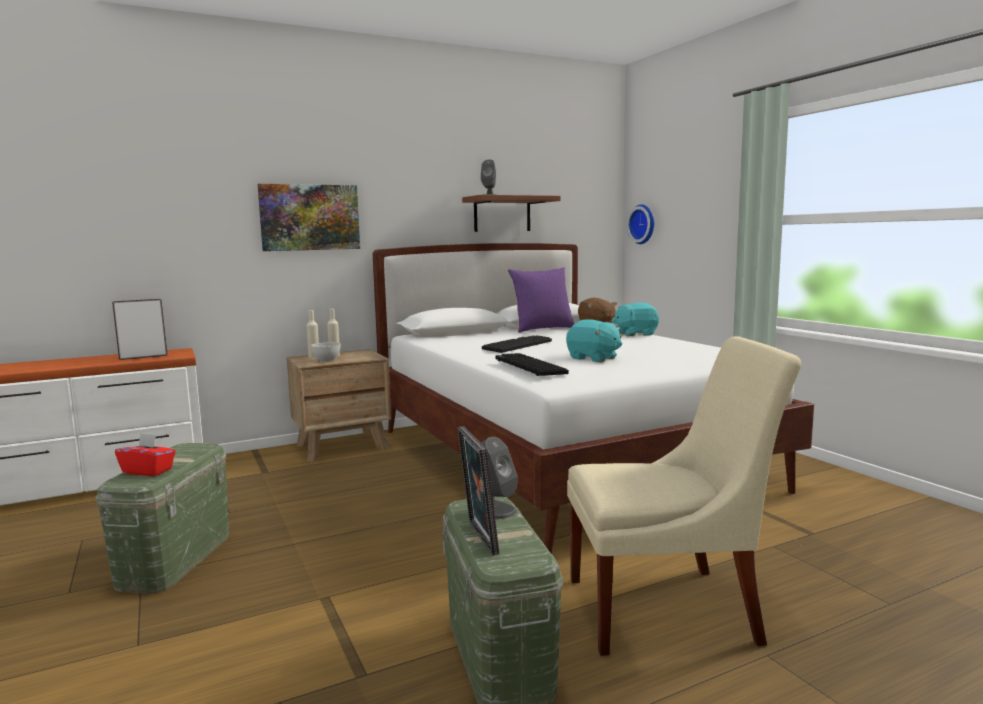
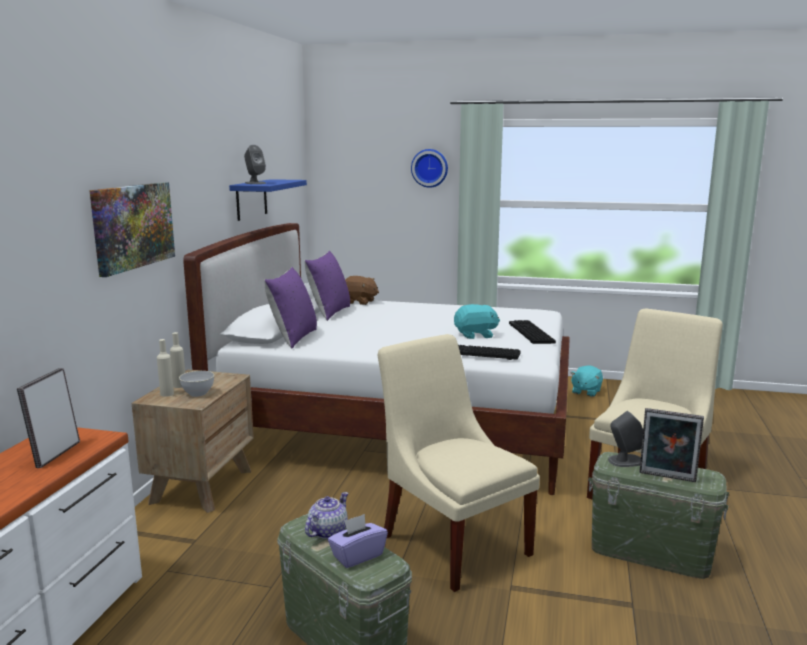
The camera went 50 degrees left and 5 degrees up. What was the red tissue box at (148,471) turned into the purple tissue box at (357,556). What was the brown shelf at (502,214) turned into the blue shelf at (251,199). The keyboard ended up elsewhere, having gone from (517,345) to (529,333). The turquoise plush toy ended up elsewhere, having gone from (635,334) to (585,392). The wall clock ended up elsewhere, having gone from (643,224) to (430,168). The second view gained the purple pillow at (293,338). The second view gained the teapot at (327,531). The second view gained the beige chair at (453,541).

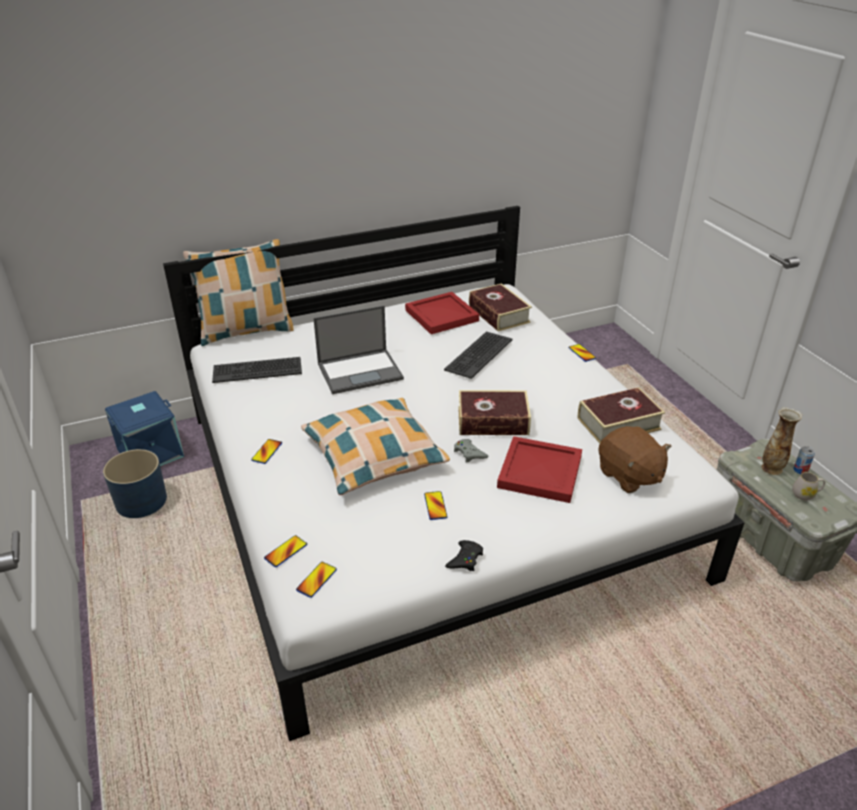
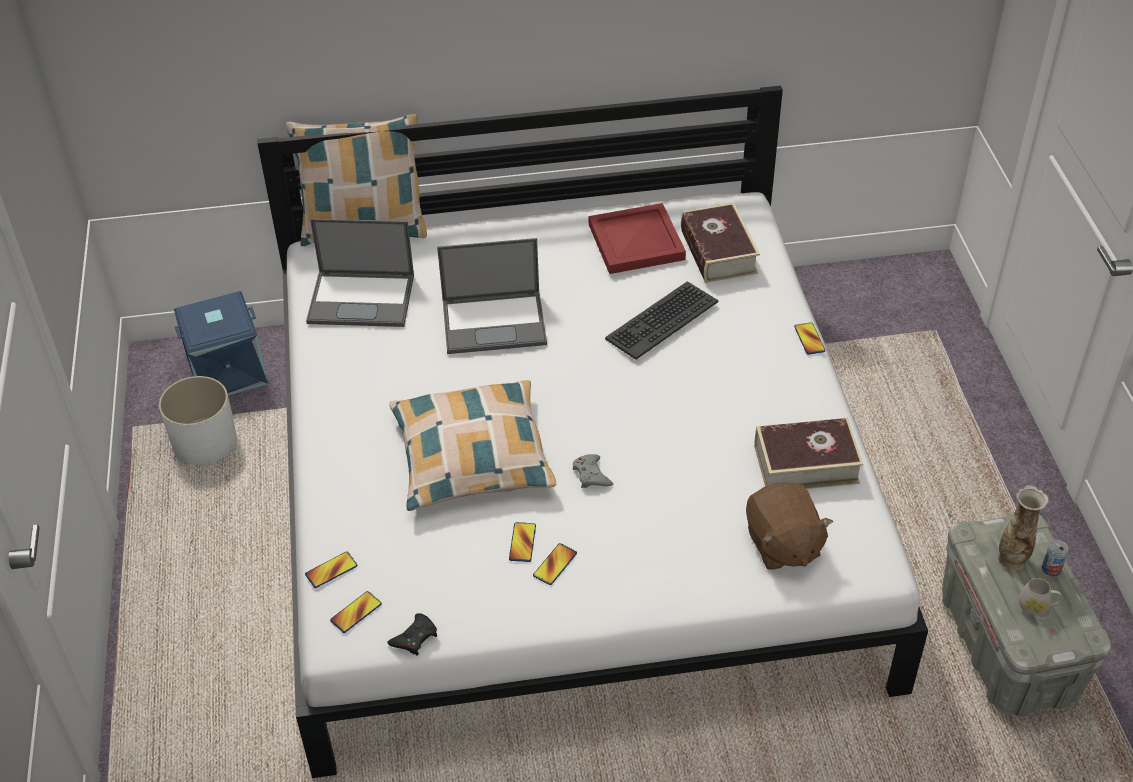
The camera went 15 degrees right and 10 degrees up. What was the blue planter at (141,501) turned into the white planter at (204,441). Where the keyboard stood at (257,370), the laptop came to stand at (363,299). The phone ended up elsewhere, having gone from (267,452) to (555,565). The black game controller ended up elsewhere, having gone from (465,559) to (415,638). The second view lost the book at (493,421). The second view lost the red tray at (541,473).

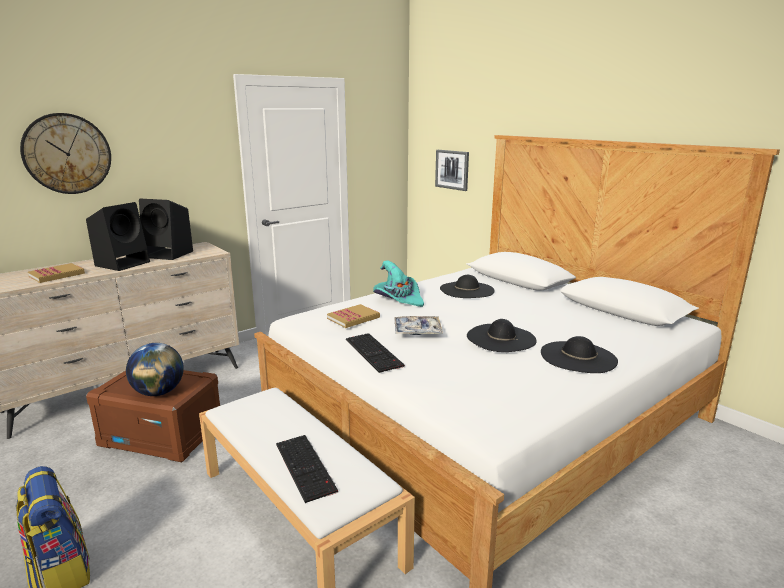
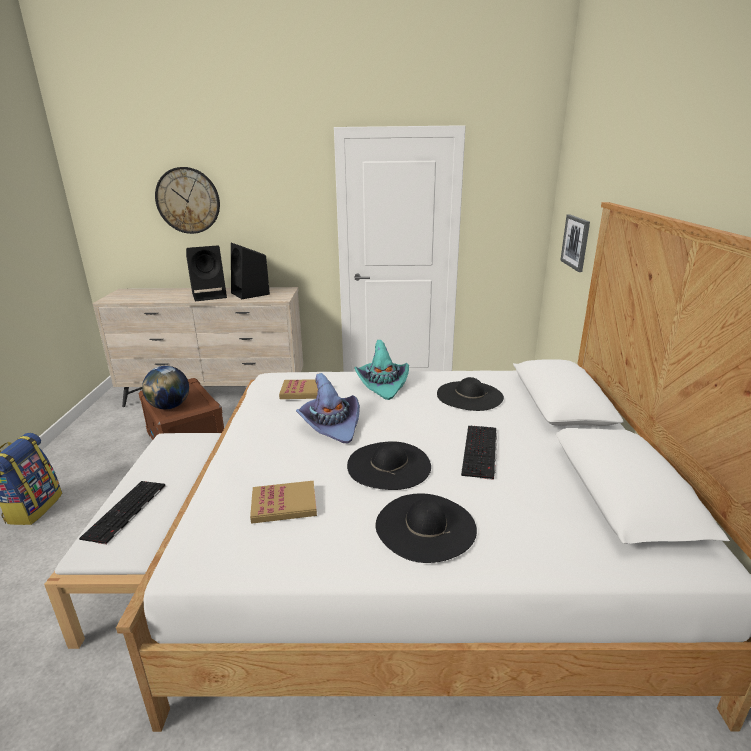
The camera went 40 degrees right and 5 degrees up. The book ended up elsewhere, having gone from (57,275) to (284,504). The keyboard ended up elsewhere, having gone from (375,352) to (481,452). Where the tray stood at (417,331), the purple hat came to stand at (331,424).

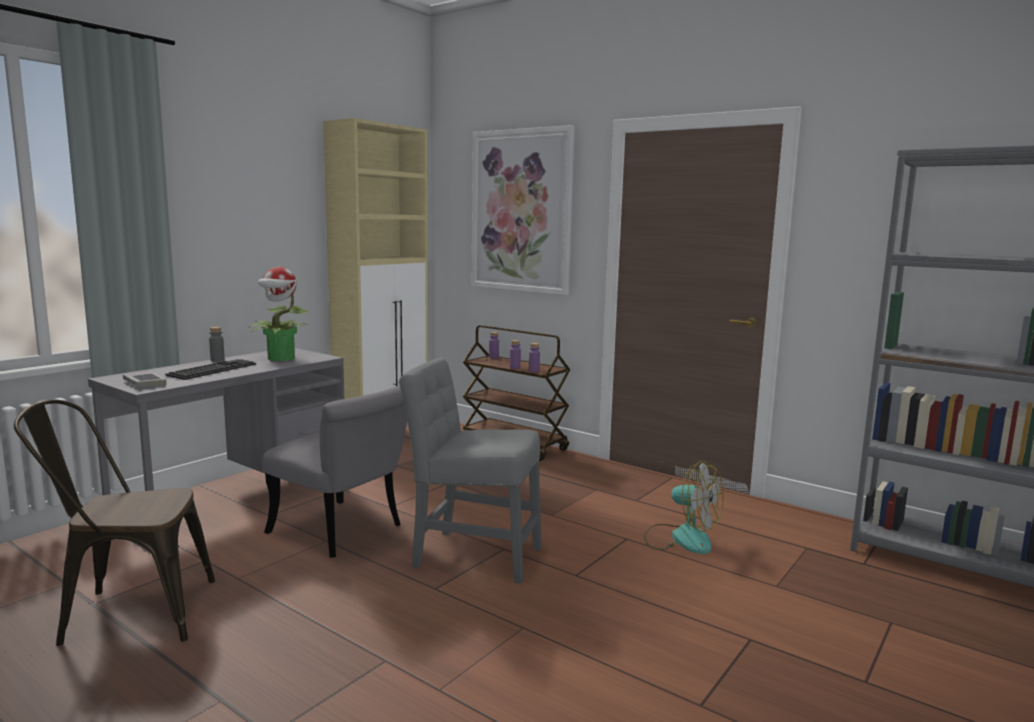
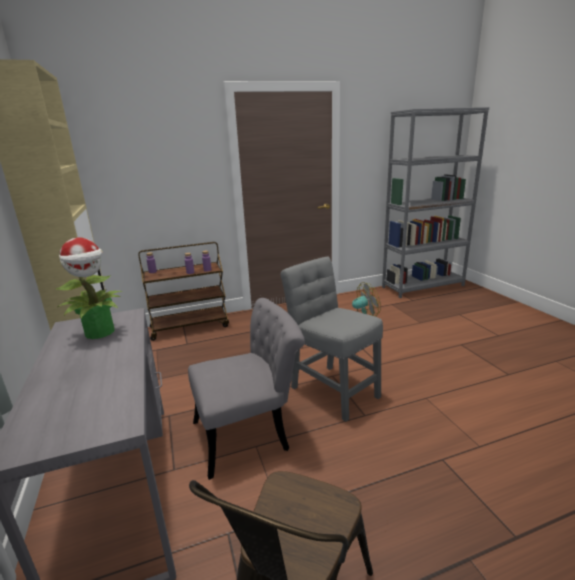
The camera went 55 degrees left and 10 degrees up. The second view lost the book at (144,383). The second view lost the keyboard at (212,369). The second view lost the grey bottle at (217,360). The grey chair at (471,555) ended up facing another way, 90 degrees clockwise from before. The second view lost the picture at (521,211).

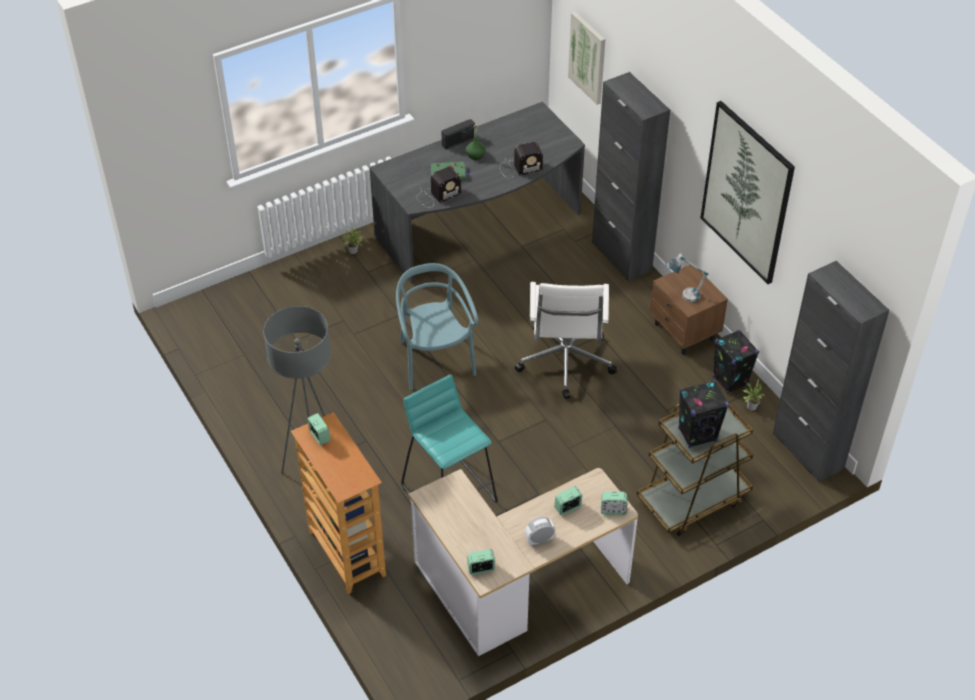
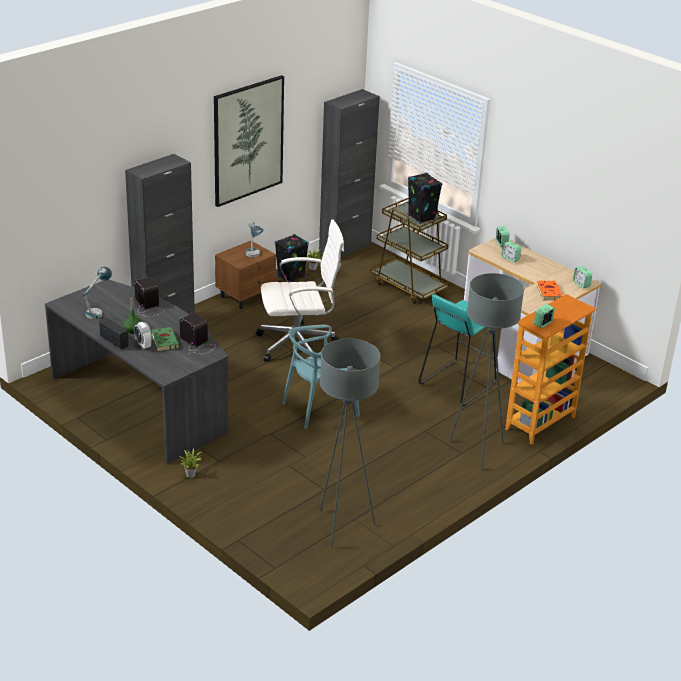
The camera went 105 degrees left and 15 degrees down. The alarm clock ended up elsewhere, having gone from (539,540) to (143,345). The second view lost the picture at (588,57). The second view gained the table lamp at (98,311). The second view gained the grey floor lamp at (341,527). The second view gained the orange book at (548,292).

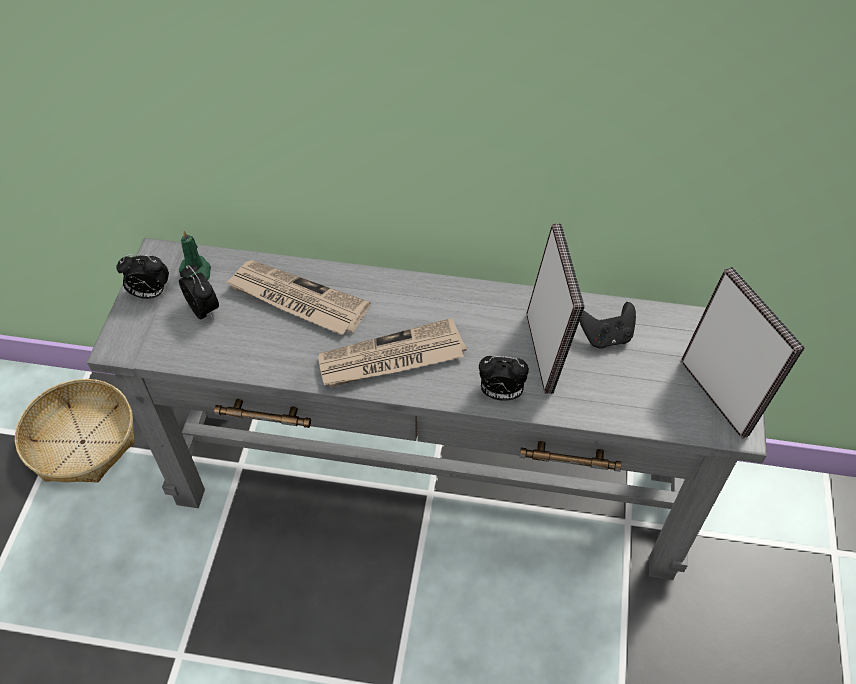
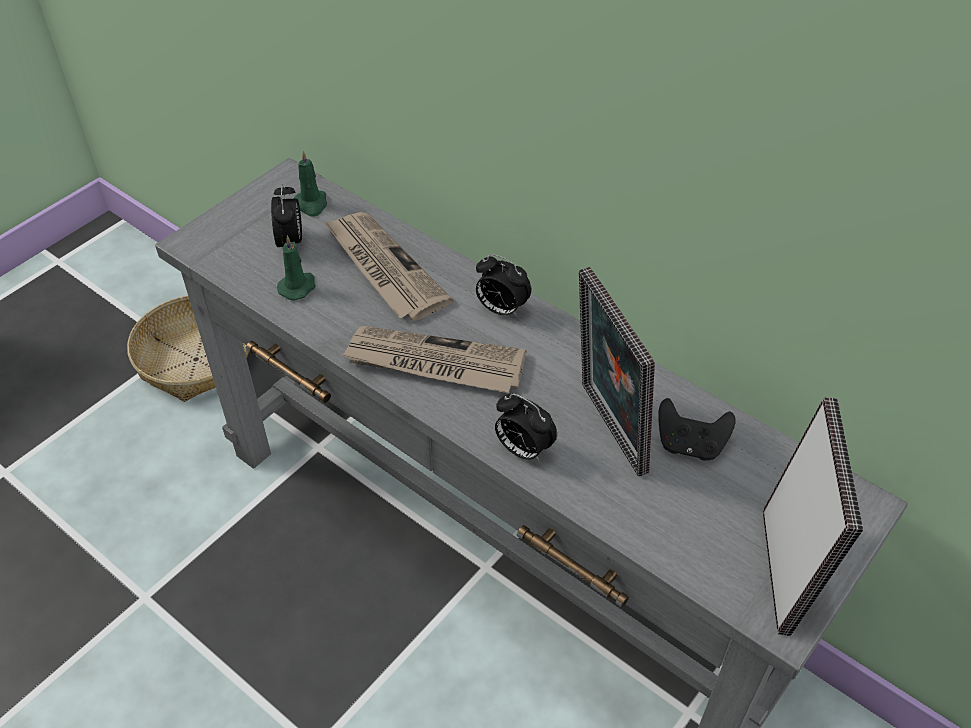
The camera went 30 degrees right and 5 degrees down. The alarm clock ended up elsewhere, having gone from (149,293) to (501,309). The picture frame at (546,352) ended up facing another way, 135 degrees clockwise from before. The second view gained the green candle at (298,287).

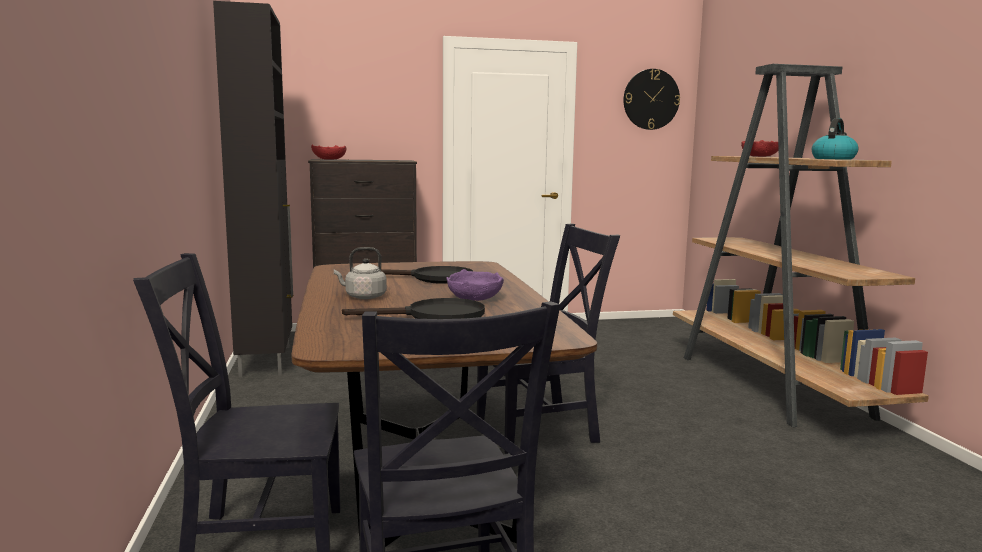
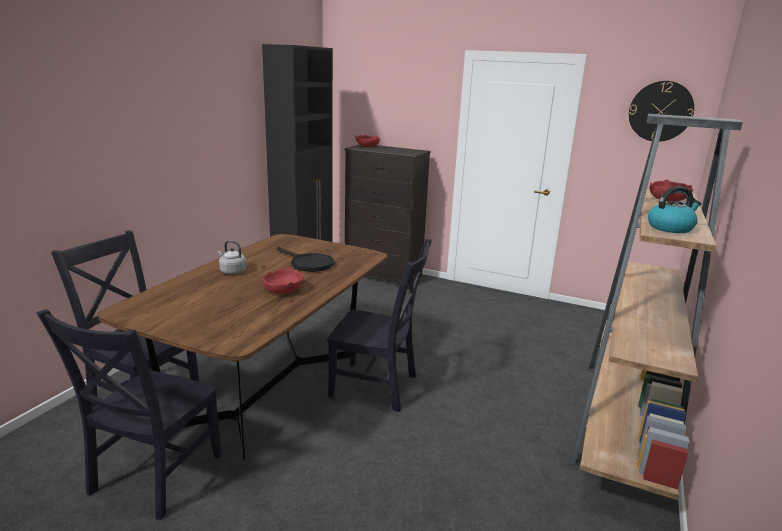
The camera went 35 degrees right and 10 degrees up. The second view lost the black frying pan at (435,316). What was the purple bowl at (474,299) turned into the red bowl at (282,290).

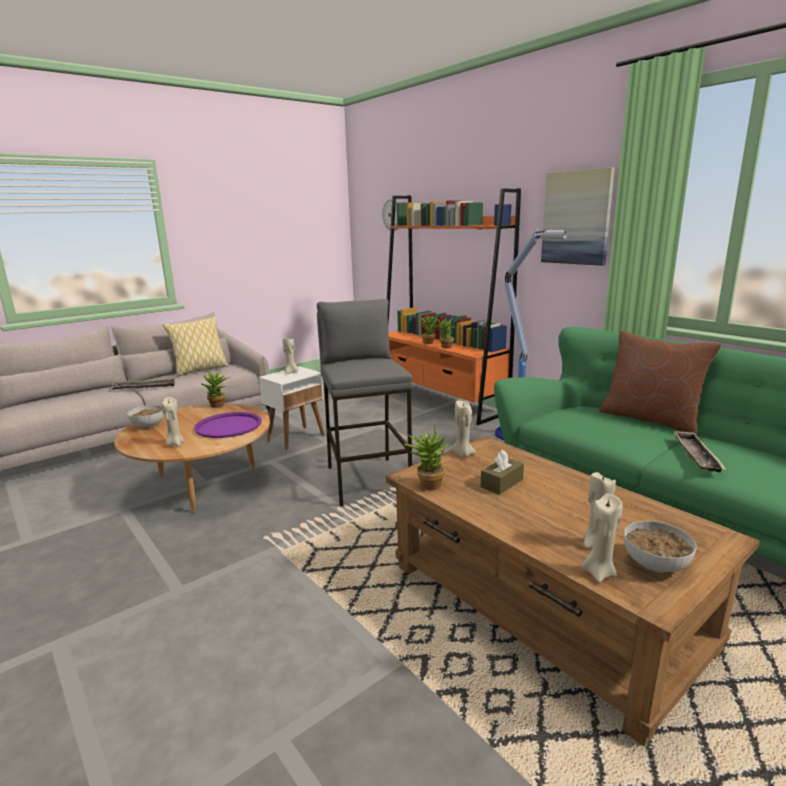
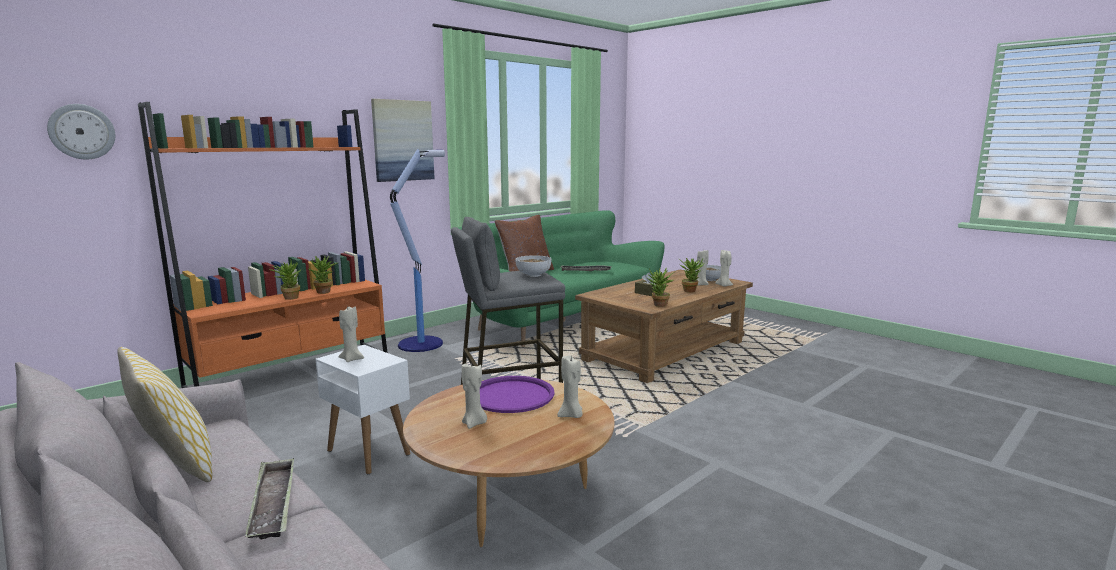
The camera went 95 degrees left and 5 degrees down. The bowl ended up elsewhere, having gone from (148,425) to (533,275). The potted plant ended up elsewhere, having gone from (218,406) to (690,290). The beige candle ended up elsewhere, having gone from (462,454) to (474,423).

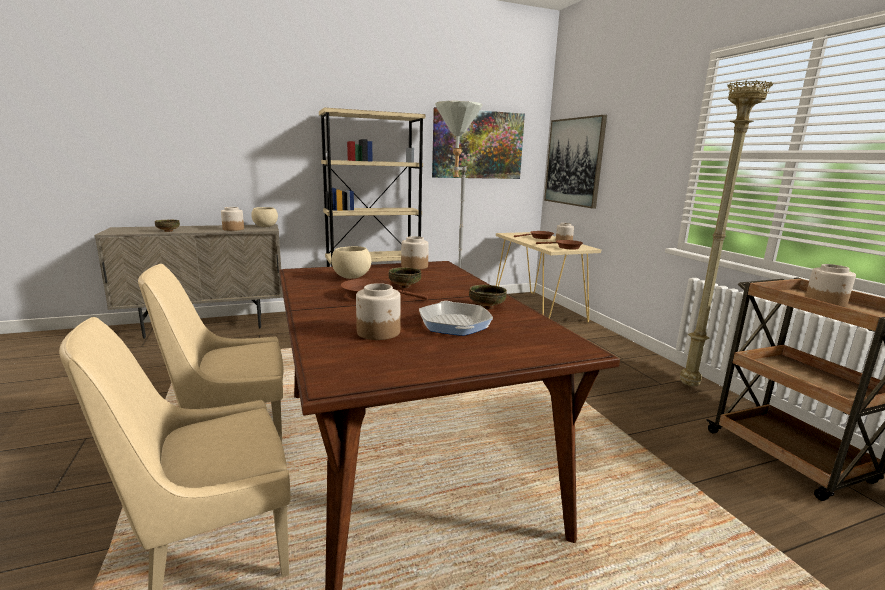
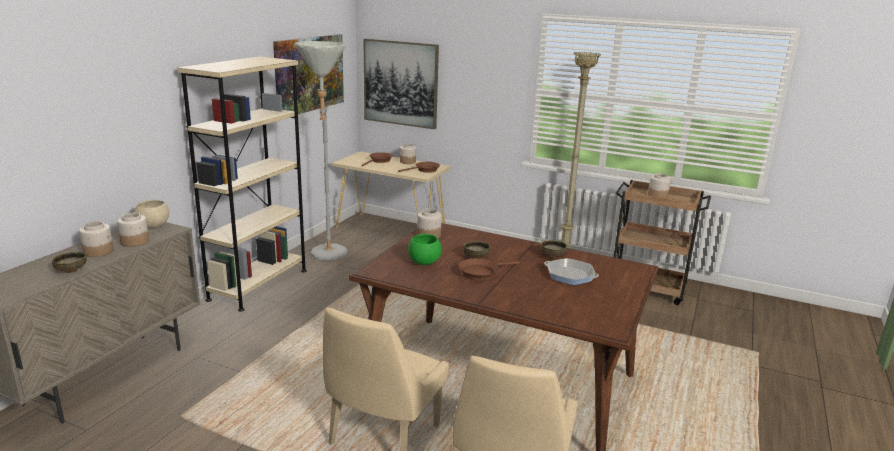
The camera went 45 degrees left and 5 degrees up. What was the beige bowl at (351,277) turned into the green bowl at (424,262). The jar ended up elsewhere, having gone from (379,332) to (99,251).

